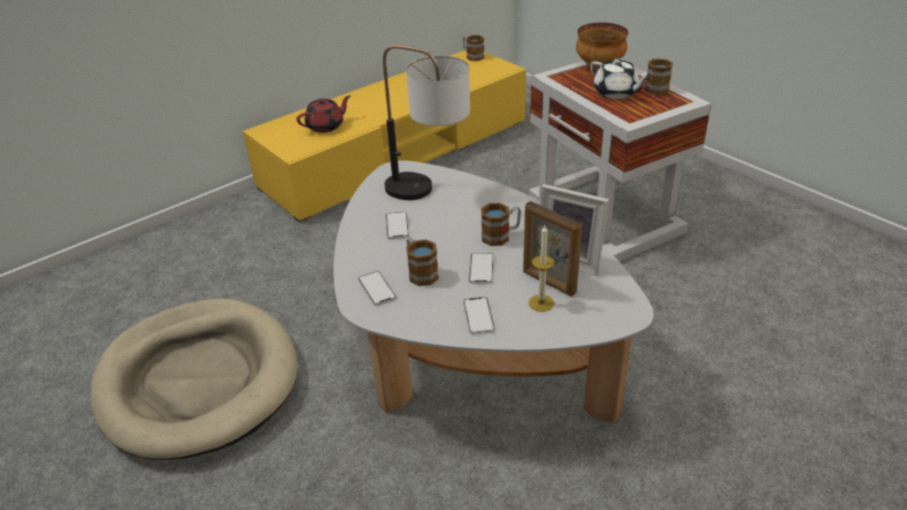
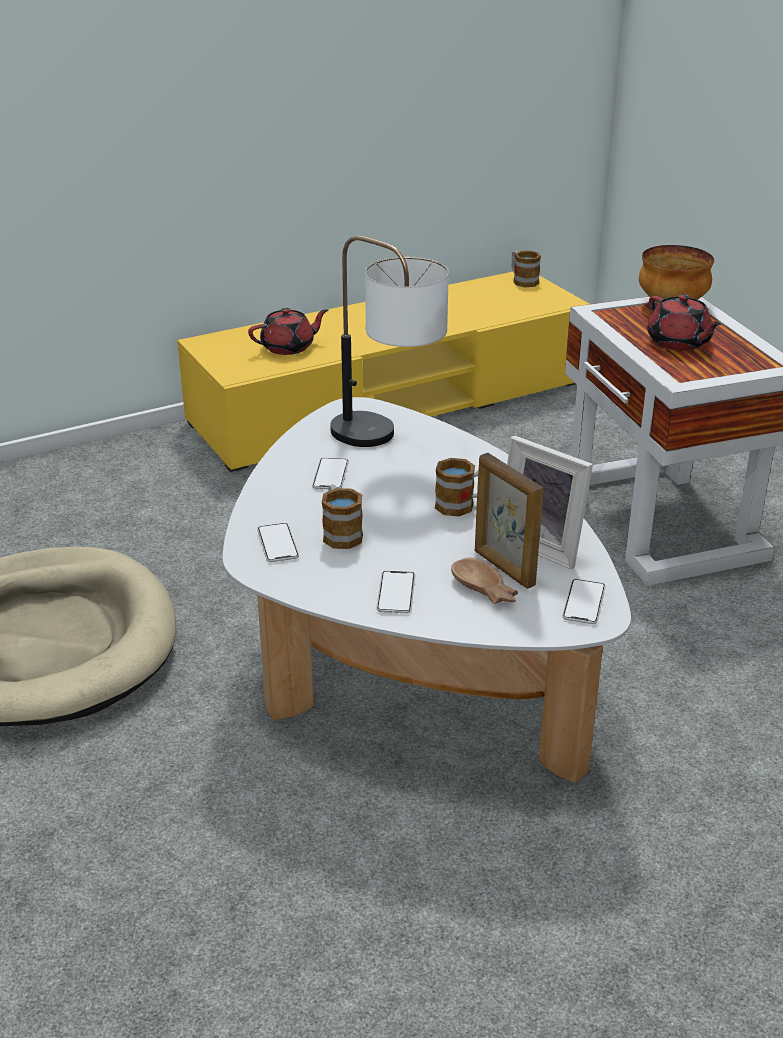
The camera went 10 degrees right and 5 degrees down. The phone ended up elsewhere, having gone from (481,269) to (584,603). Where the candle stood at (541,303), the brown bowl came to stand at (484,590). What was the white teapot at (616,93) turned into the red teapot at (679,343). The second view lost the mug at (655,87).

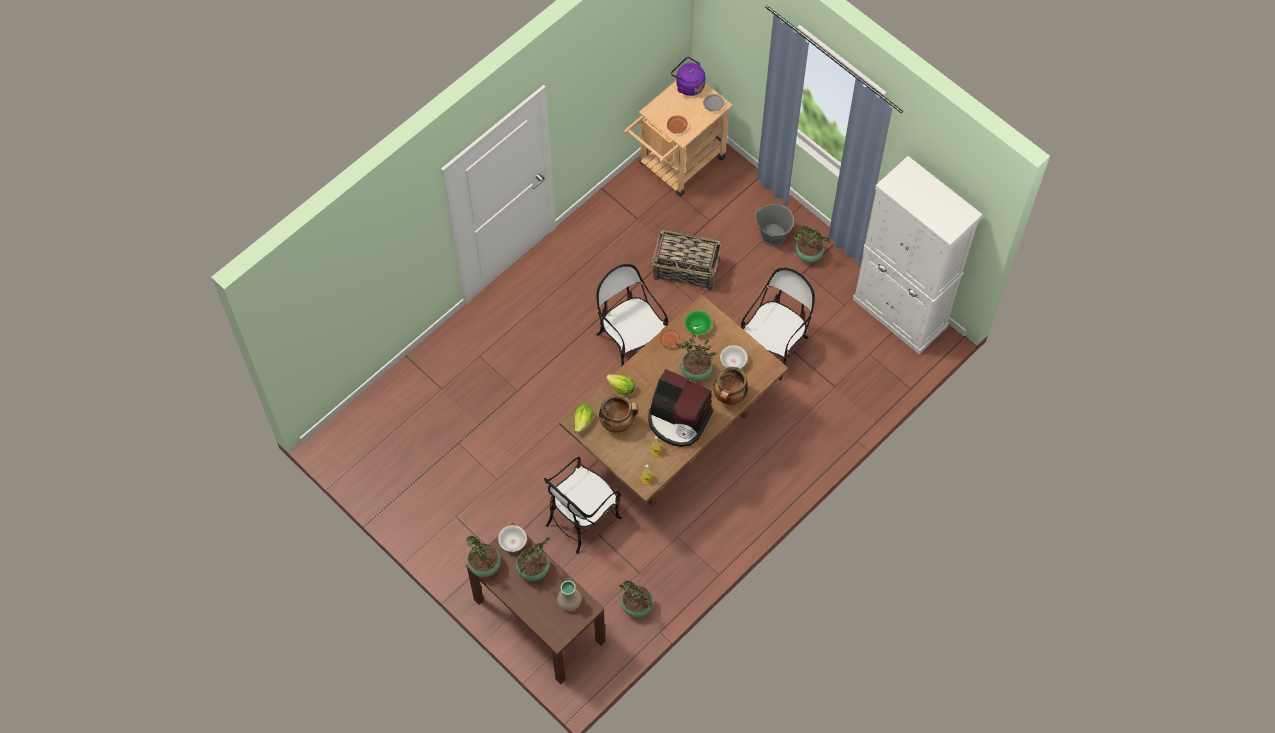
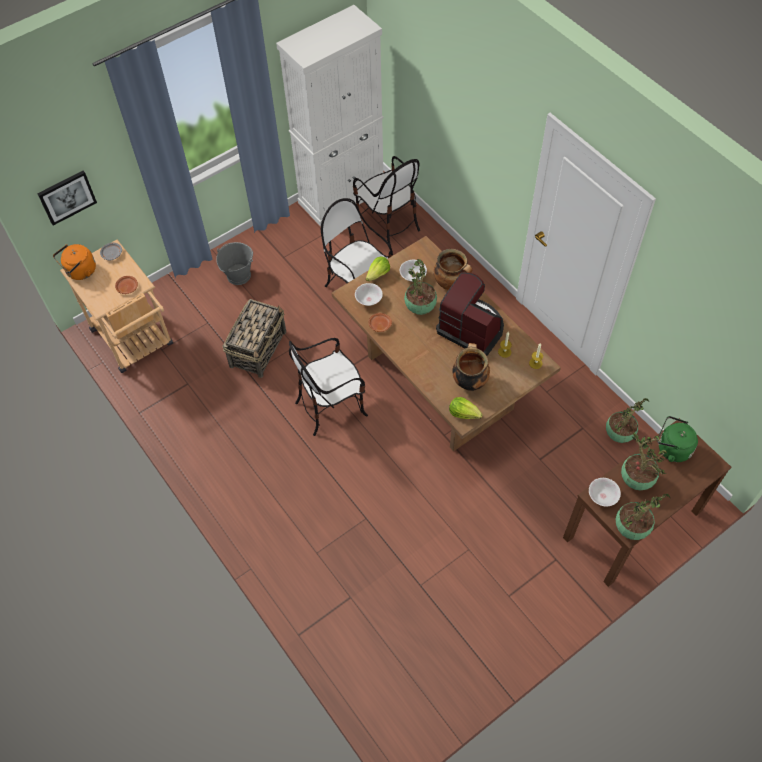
The camera went 80 degrees left and 5 degrees down. The chair ended up elsewhere, having gone from (582,518) to (388,224). Where the beige vase stood at (569,601), the green kettle came to stand at (671,448). The lettuce ended up elsewhere, having gone from (621,387) to (378,274). The coffee machine at (678,419) ended up facing another way, 90 degrees counterclockwise from before. What was the purple kettle at (688,85) turned into the orange kettle at (80,272). What was the green bowl at (697,327) turned into the white bowl at (368,300). The second view lost the potted plant at (809,255). The second view gained the picture at (67,197).

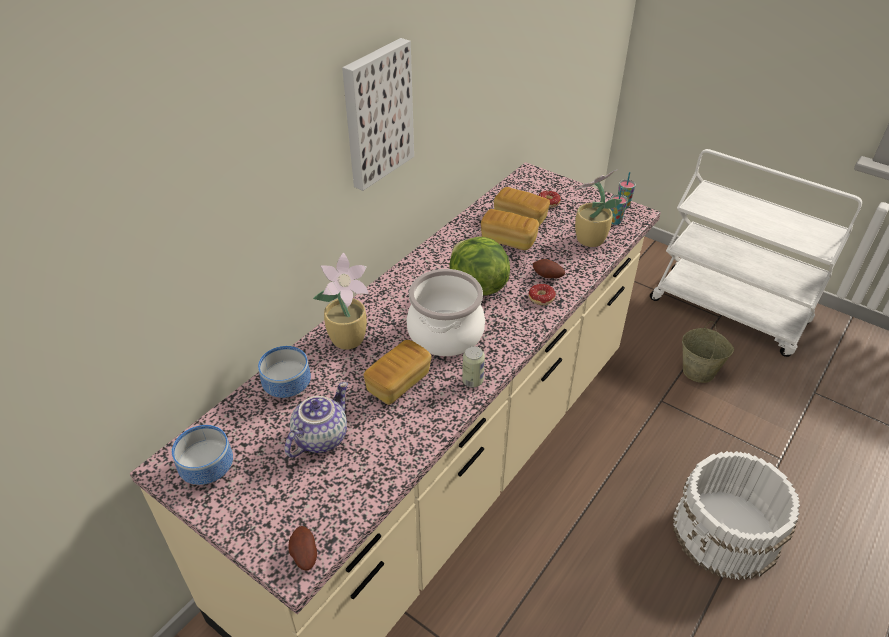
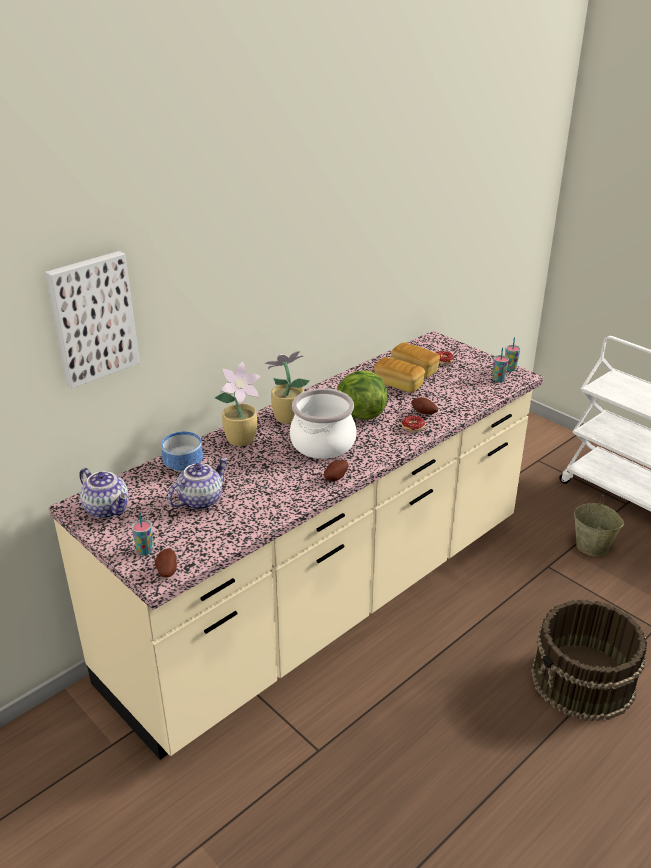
The camera went 10 degrees right and 10 degrees down. Where the bowl stood at (208,467), the teapot came to stand at (108,509). The picture ended up elsewhere, having gone from (376,114) to (91,318). The second view lost the bread at (398,382). Where the can stood at (472,381), the potato came to stand at (335,477). The potted plant ended up elsewhere, having gone from (588,240) to (286,418). What was the white bucket at (726,532) turned into the brown bucket at (583,681). The second view gained the cup at (145,551).

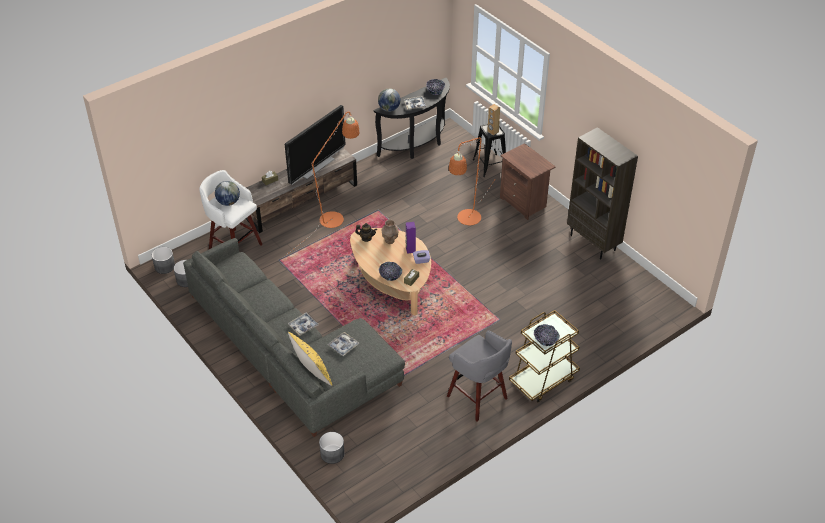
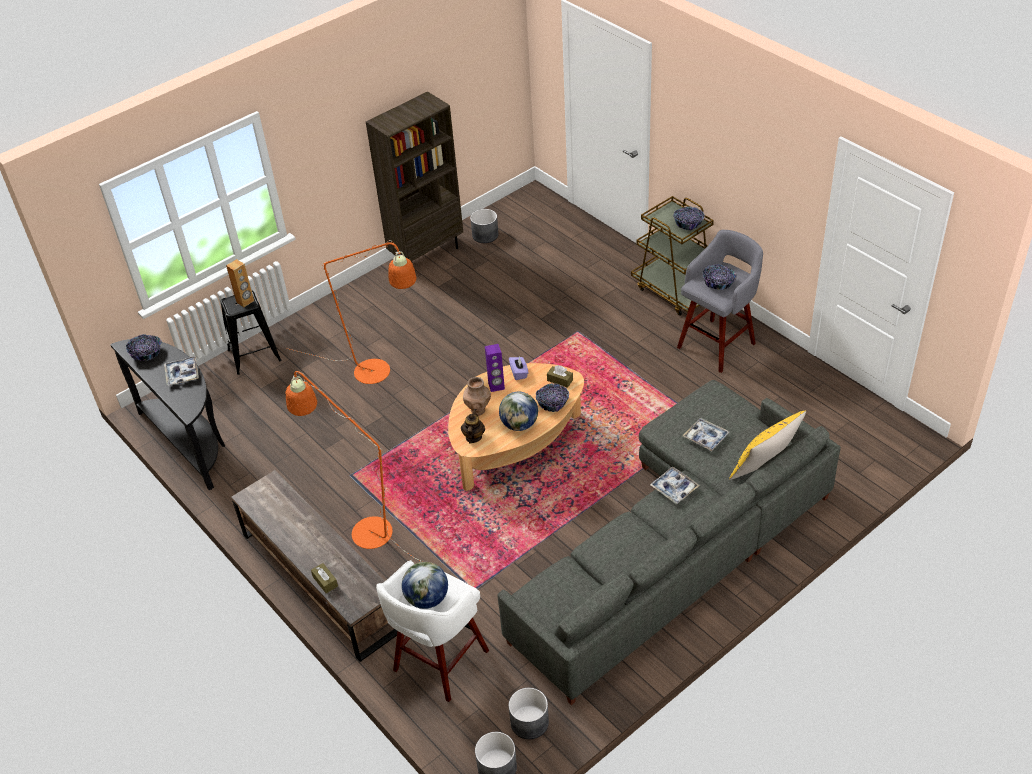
The camera went 90 degrees left and 0 degrees up. The second view lost the television at (316,166). The grey planter ended up elsewhere, having gone from (332,454) to (485,235). The globe ended up elsewhere, having gone from (389,109) to (519,425). The second view lost the brown nightstand at (524,203). The second view gained the bowl at (718,283).

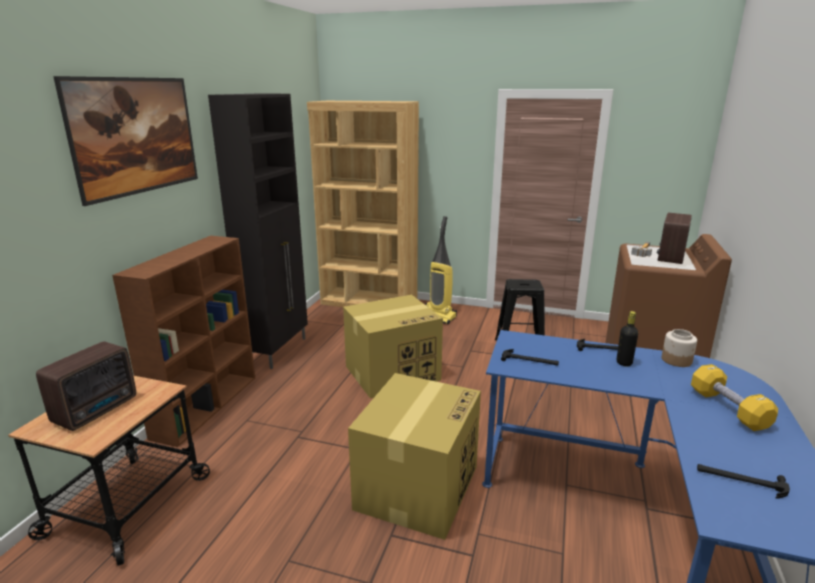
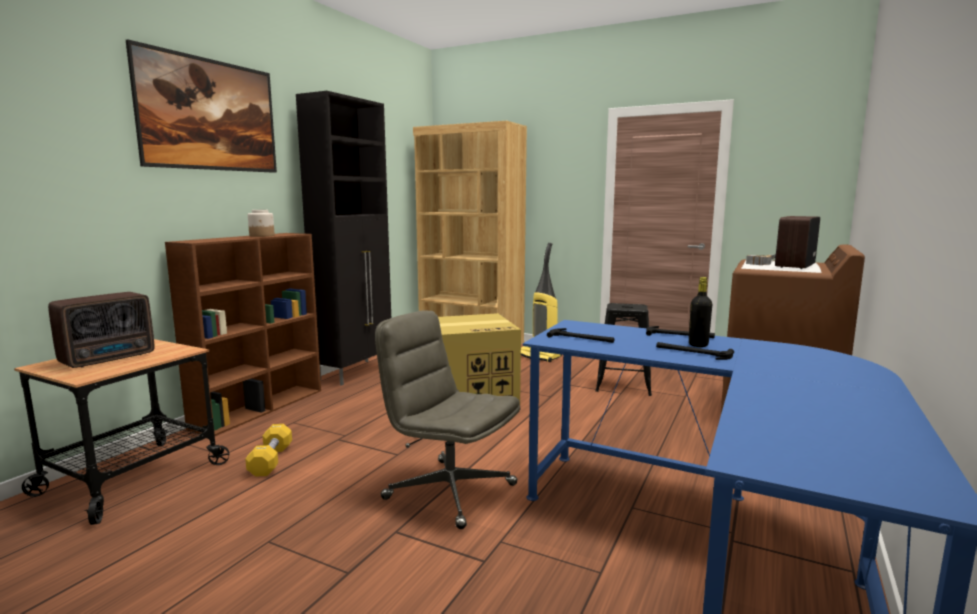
The camera went 10 degrees right and 10 degrees down. Where the cardboard box stood at (417,486), the grey office chair came to stand at (449,491). The jar ended up elsewhere, having gone from (677,360) to (262,236). The yellow dumbbell ended up elsewhere, having gone from (728,409) to (271,461). The hammer ended up elsewhere, having gone from (741,480) to (693,352).

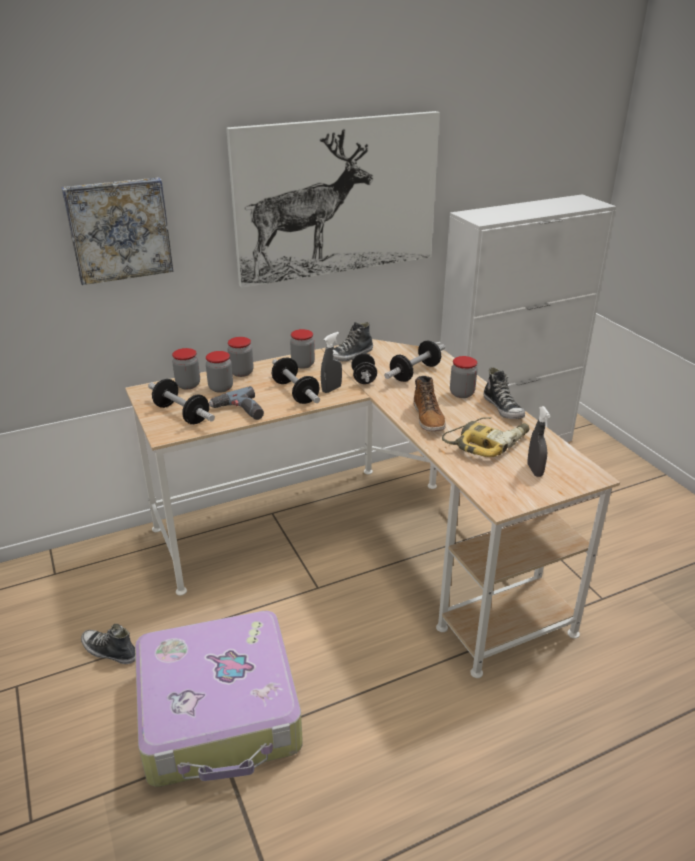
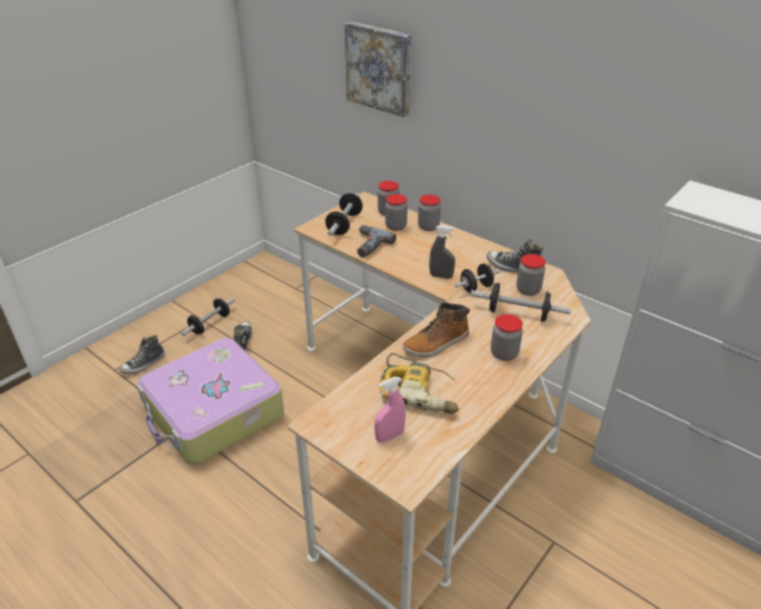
The camera went 65 degrees right and 5 degrees up. The second view lost the picture at (337,198). The dumbbell ended up elsewhere, having gone from (295,392) to (210,324). The jar ended up elsewhere, having gone from (303,364) to (528,290). The shoe ended up elsewhere, having gone from (503,408) to (143,364). What was the grey spray bottle at (535,470) turned into the pink spray bottle at (389,436).

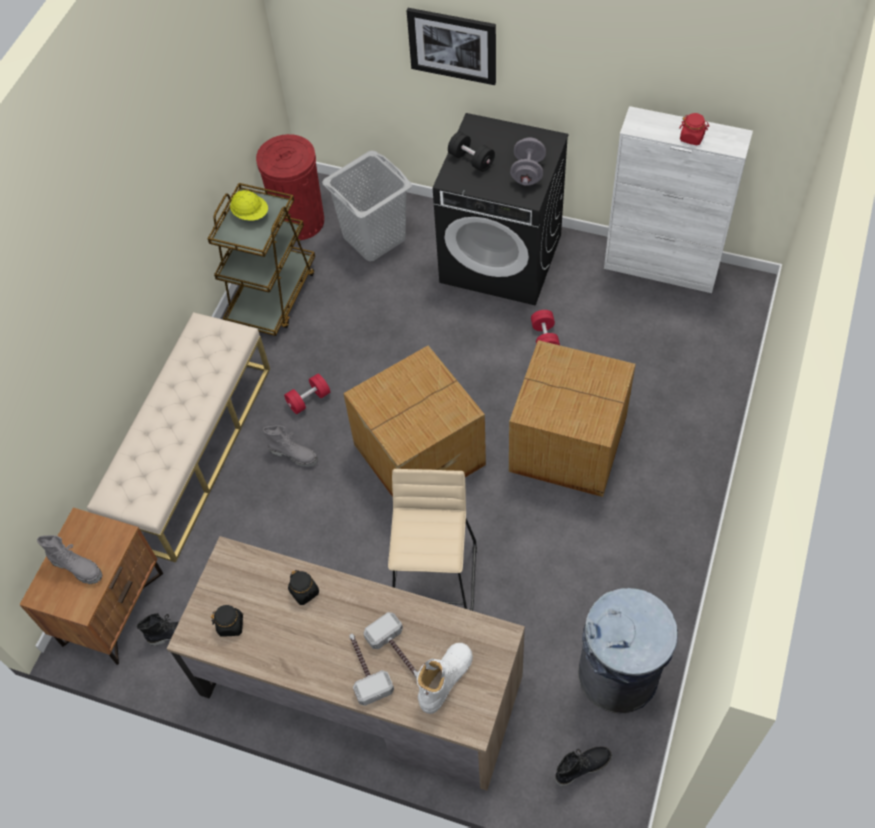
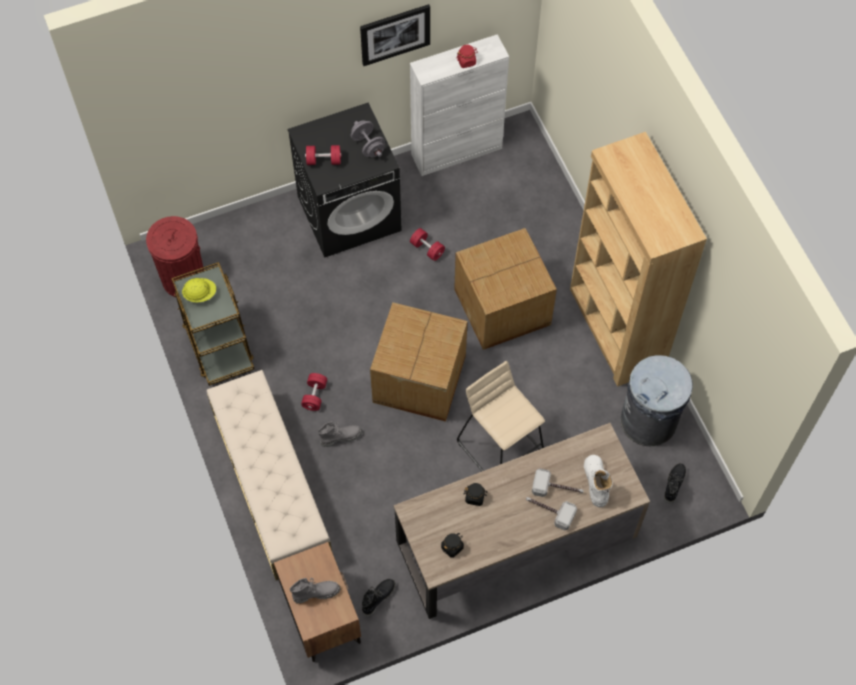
The camera went 45 degrees left and 5 degrees up. The second view lost the grey laundry basket at (373,237). The picture ended up elsewhere, having gone from (452,45) to (395,34). What was the black dumbbell at (471,160) turned into the red dumbbell at (323,160). The second view gained the brown bookcase at (615,329).

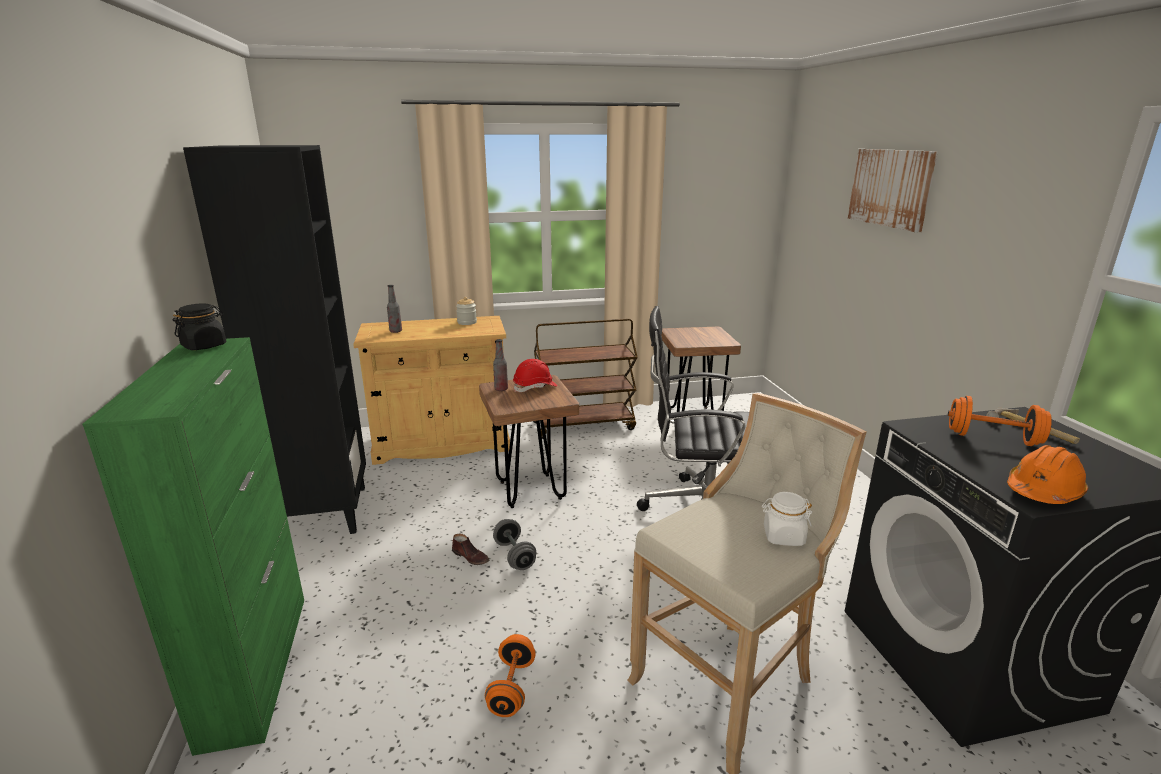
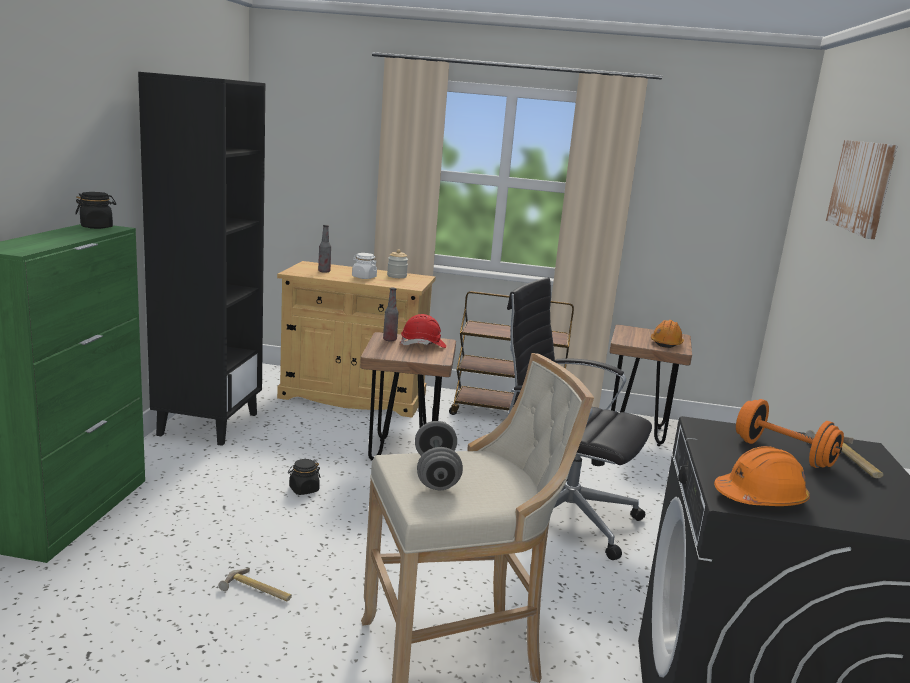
The camera went 20 degrees right and 5 degrees down. Where the brown shoe stood at (471,557), the black jar came to stand at (303,489). Where the orange dumbbell stood at (511,688), the hammer came to stand at (256,592). The grey dumbbell ended up elsewhere, having gone from (514,555) to (436,474). The white jar ended up elsewhere, having gone from (783,536) to (364,277). The second view gained the orange hard hat at (666,343).

